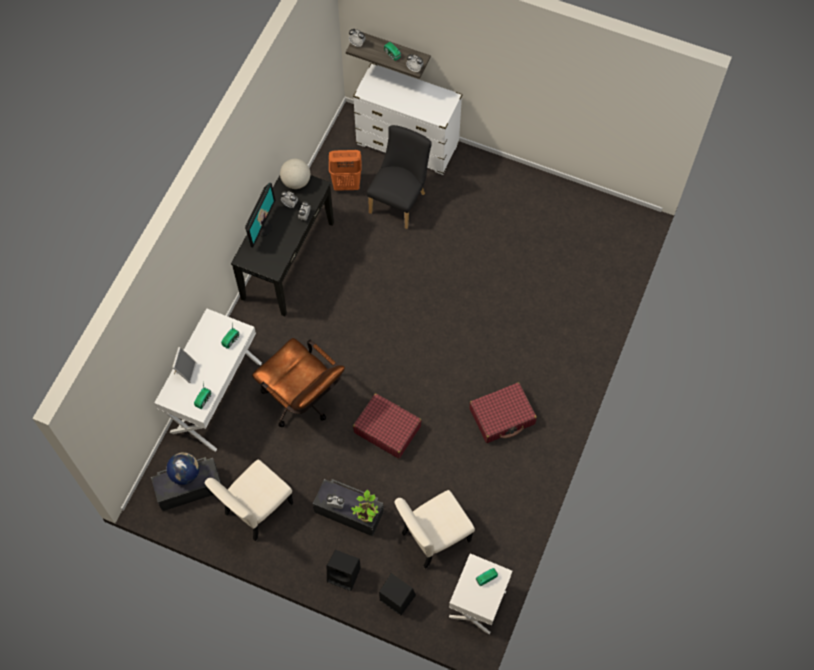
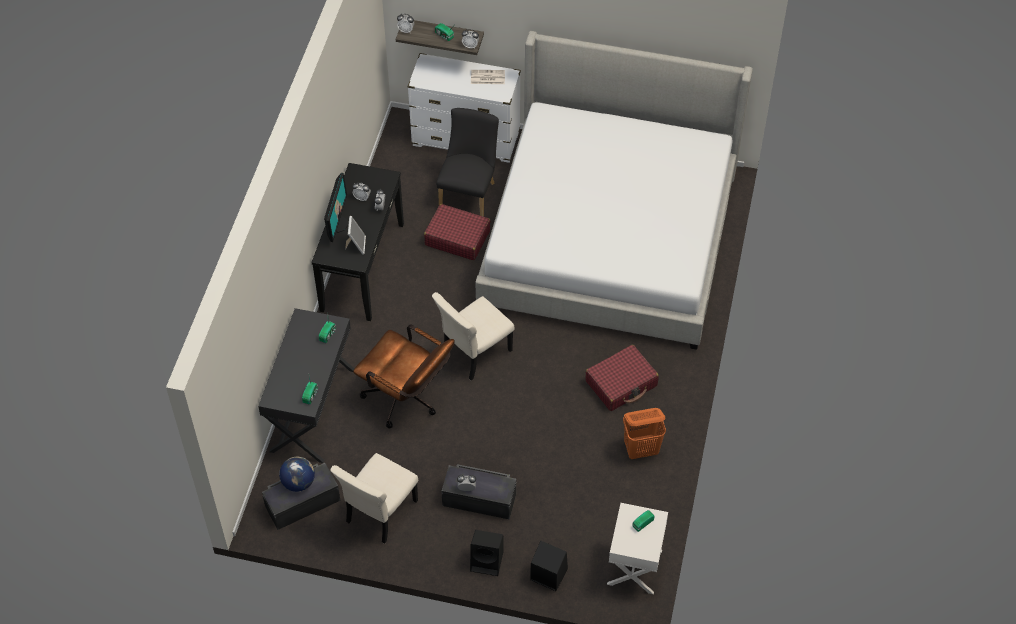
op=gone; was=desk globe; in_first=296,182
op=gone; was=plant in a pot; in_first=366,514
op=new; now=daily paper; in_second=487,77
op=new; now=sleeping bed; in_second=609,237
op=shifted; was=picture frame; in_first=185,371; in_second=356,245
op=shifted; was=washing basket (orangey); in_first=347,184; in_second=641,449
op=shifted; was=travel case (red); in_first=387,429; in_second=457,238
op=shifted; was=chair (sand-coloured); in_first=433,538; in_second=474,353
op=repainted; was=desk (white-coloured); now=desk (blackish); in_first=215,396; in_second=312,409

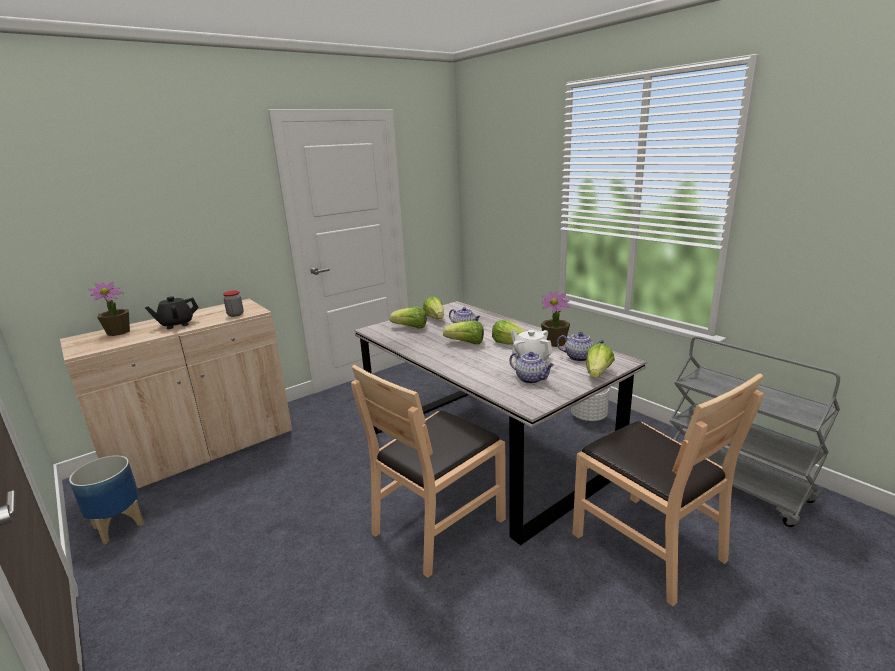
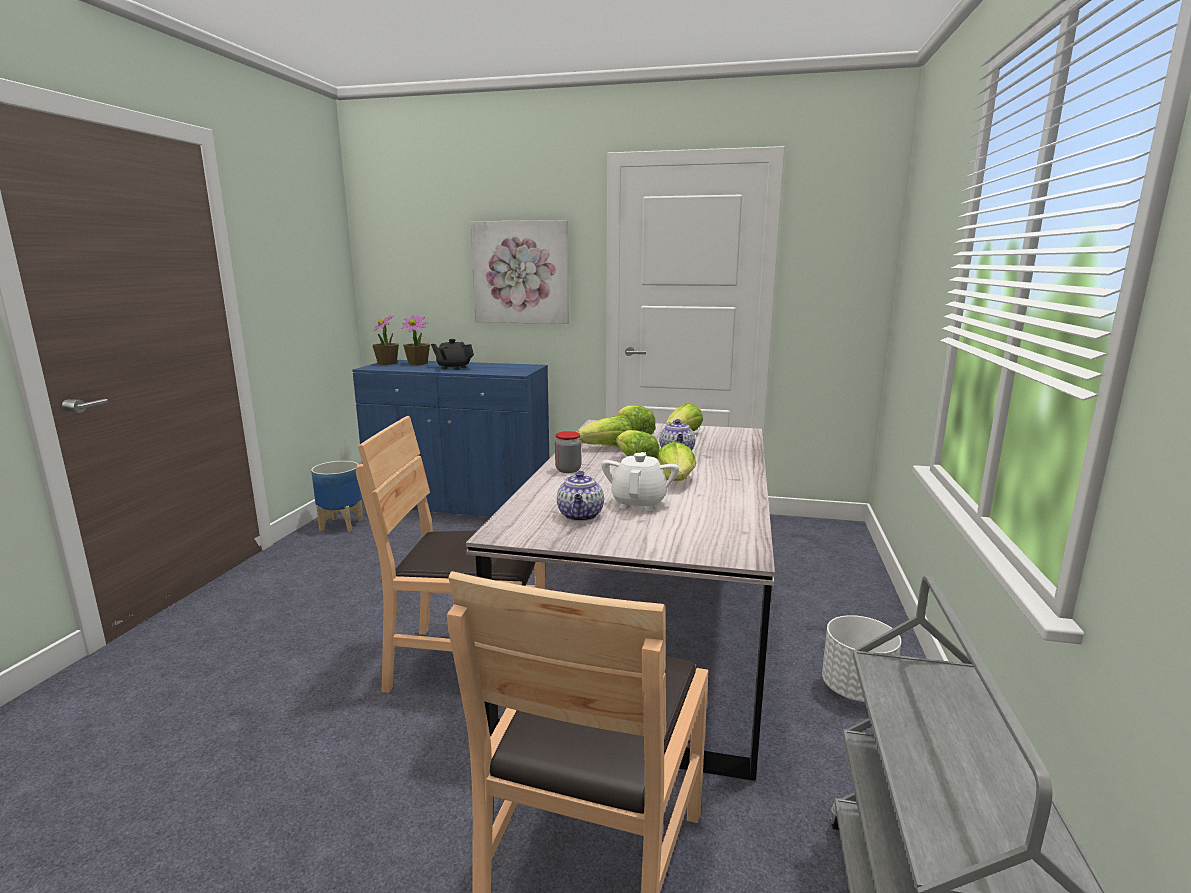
op=gone; was=teapot; in_first=580,357
op=new; now=picture; in_second=521,272
op=shifted; was=jar; in_first=235,314; in_second=568,470
op=shifted; was=plant in a pot; in_first=555,343; in_second=387,363
op=shifted; was=head of lettuce; in_first=597,374; in_second=608,448
op=repainted; was=cabinet (sand-coloured); now=cabinet (blue-coloured); in_first=203,449; in_second=460,504

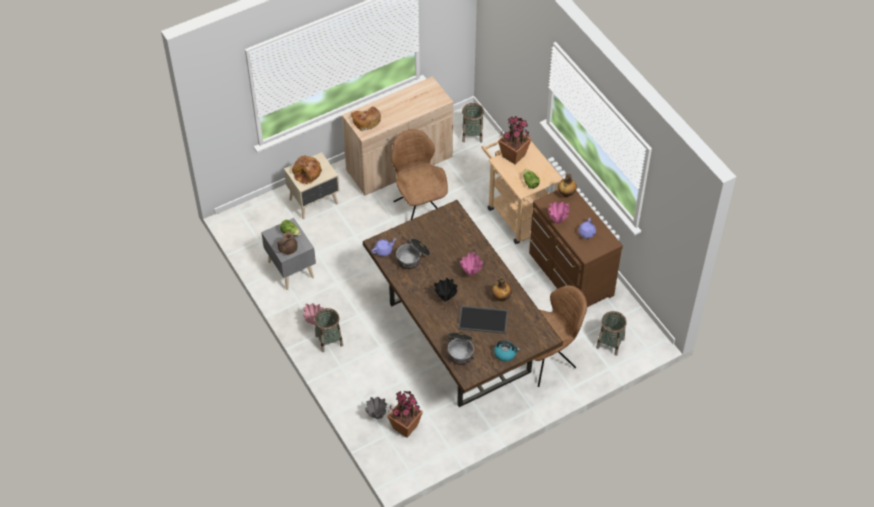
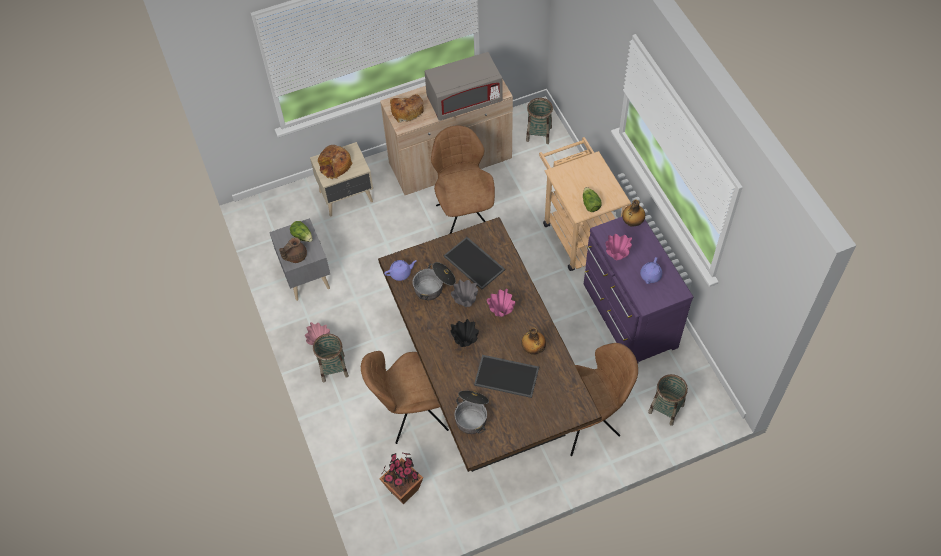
op=gone; was=kettle; in_first=505,353
op=gone; was=plant in a pot; in_first=513,155
op=new; now=chair (brown-coloured); in_second=413,414
op=new; now=microwave oven (grey); in_second=464,100
op=new; now=serving tray; in_second=475,263
op=shifted; was=decorative vase (grey); in_first=377,416; in_second=465,303
op=repainted; was=drawer chest (brown-coloured); now=drawer chest (purple-coloured); in_first=569,275; in_second=628,316

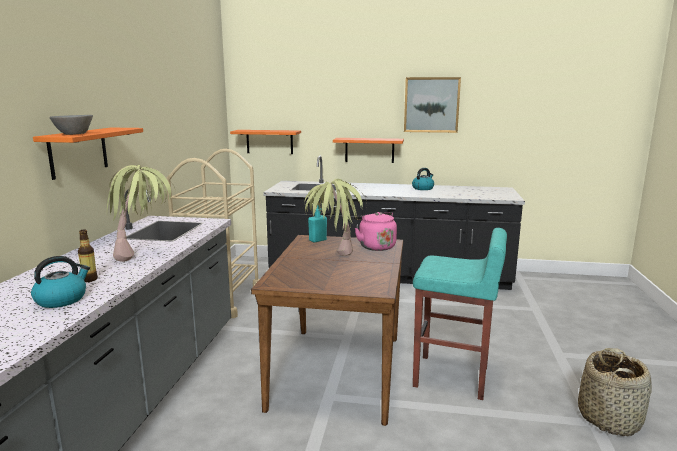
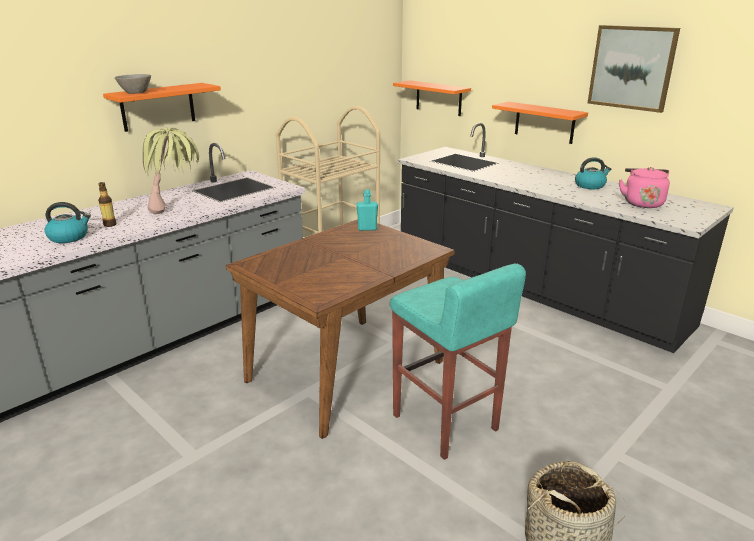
op=gone; was=plant in a pot; in_first=334,260
op=shifted; was=kettle (pinkish); in_first=375,246; in_second=642,203

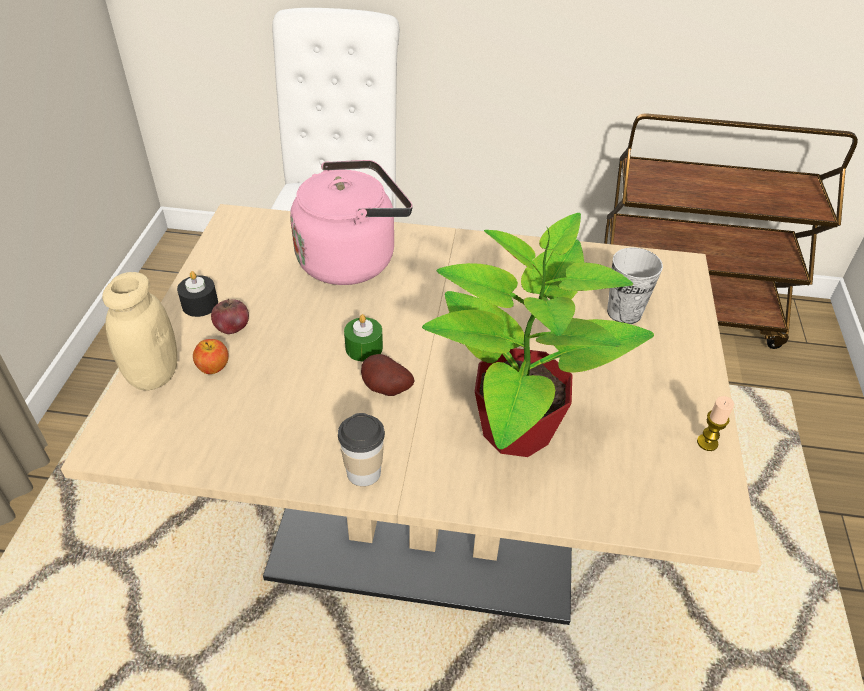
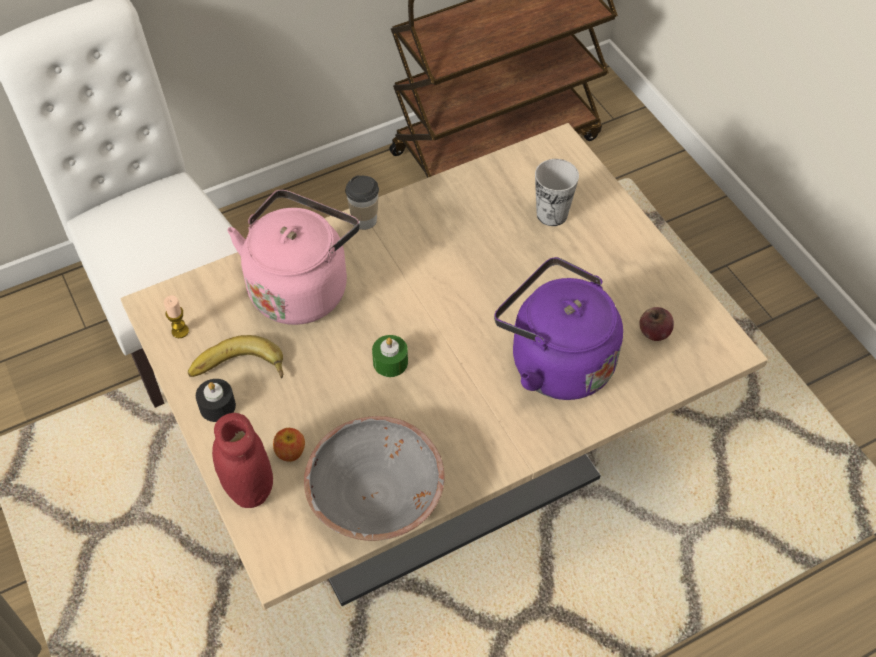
op=gone; was=potato; in_first=385,390
op=new; now=banana fruit; in_second=238,371
op=new; now=serving bowl (grey); in_second=376,496
op=shifted; was=apple fruit; in_first=232,328; in_second=654,332
op=shifted; was=small cup; in_first=363,472; in_second=364,220
op=shifted; was=candle; in_first=707,443; in_second=180,331
op=swapped; was=plant in a pot; now=kettle (purple-coloured); in_first=514,430; in_second=555,361
op=repainted; was=jar (sand-coloured); now=jar (red); in_first=153,374; in_second=249,488

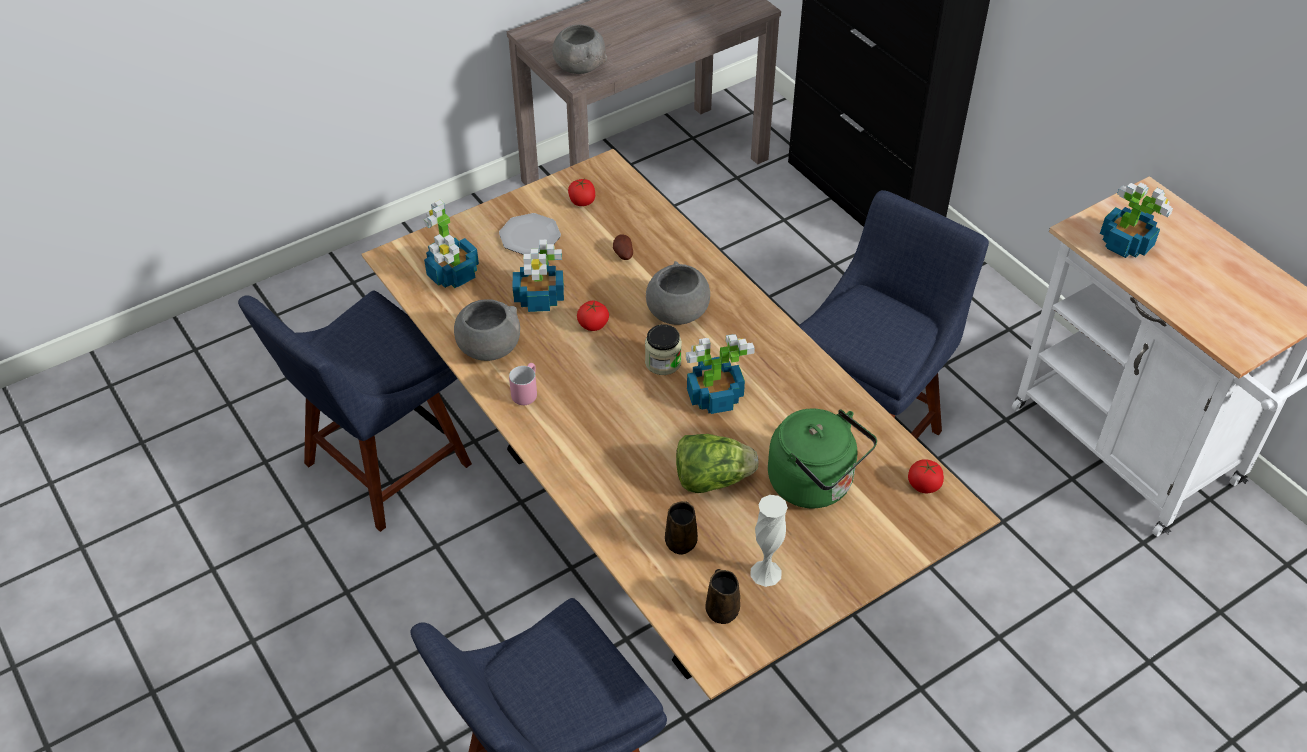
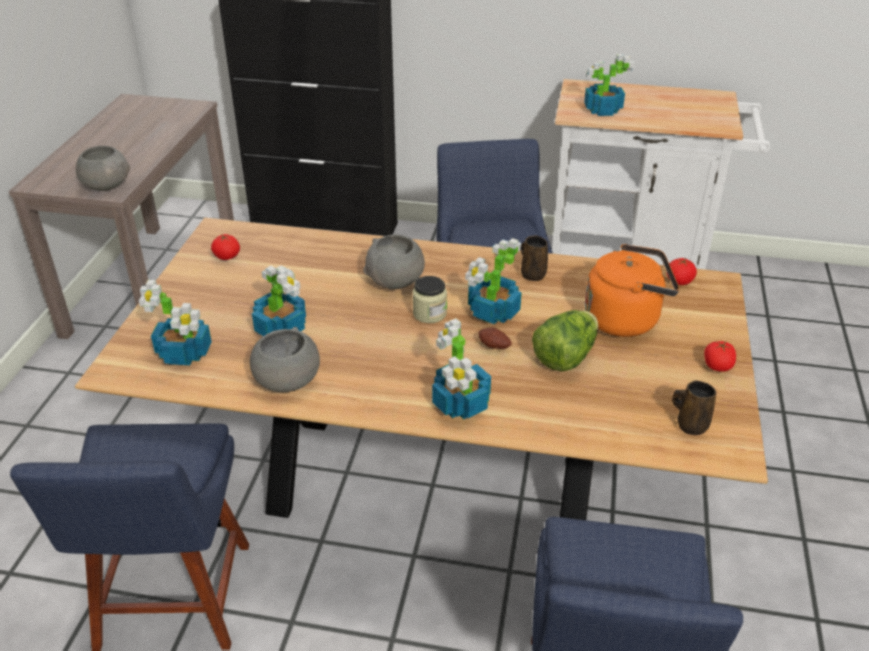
op=gone; was=plate; in_first=530,236
op=gone; was=coffee mug (pinkish); in_first=525,392
op=gone; was=decorative vase (white-coloured); in_first=766,573
op=new; now=plant in a pot; in_second=461,404
op=shifted; was=fresh tomato; in_first=593,325; in_second=717,366
op=shifted; was=potato; in_first=622,254; in_second=493,347
op=shifted; was=coffee mug (brown-coloured); in_first=681,541; in_second=532,274
op=repainted; was=kettle (green); now=kettle (orangey); in_first=815,484; in_second=626,319

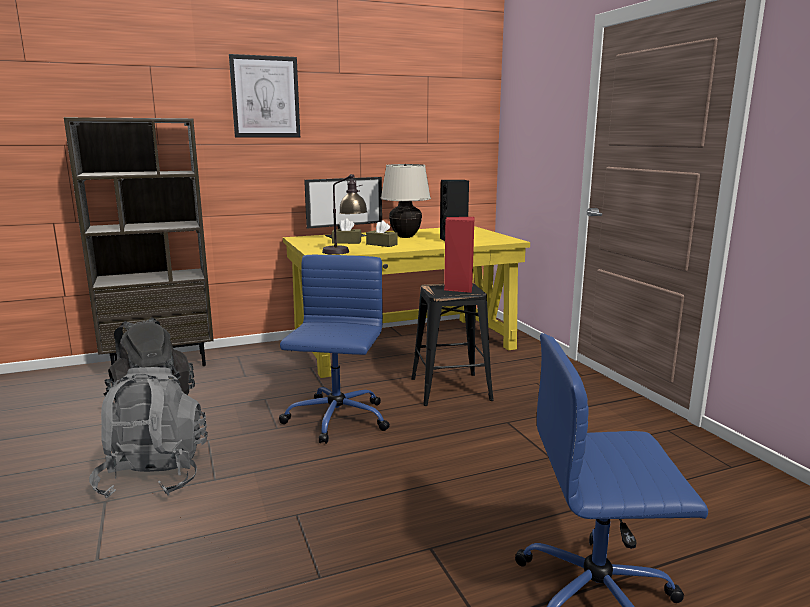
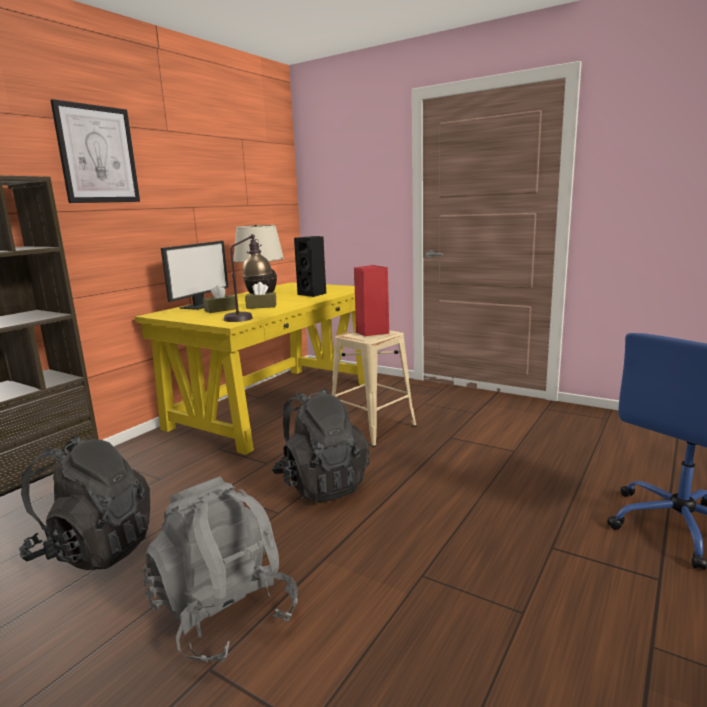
op=swapped; was=office chair (blue-coloured); now=knapsack (blackish); in_first=336,420; in_second=321,484
op=repainted; was=sitting stool (blackish); now=sitting stool (sand-coloured); in_first=450,389; in_second=372,427

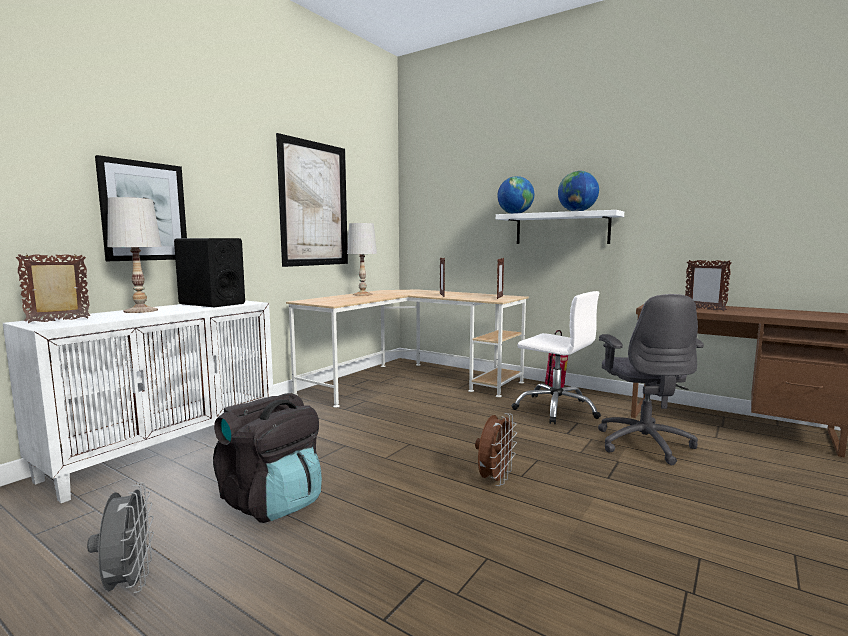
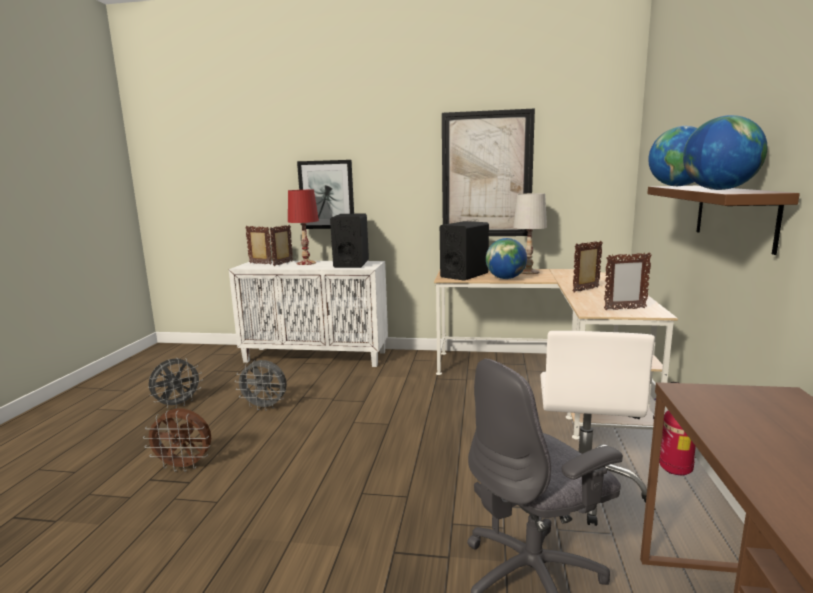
op=new; now=loudspeaker (blackish); in_second=464,275
op=new; now=desk globe; in_second=505,278
op=shifted; was=electric fan (brown-coloured); in_first=495,480; in_second=185,466
op=shifted; was=picture frame; in_first=704,309; in_second=283,263
op=swapped; was=knapsack (blackish); now=electric fan (grey); in_first=272,502; in_second=265,407
op=repainted; was=lamp for a table (white-coloured); now=lamp for a table (red); in_first=140,311; in_second=306,263
op=repainted; was=wall shelf (white-coloured); now=wall shelf (brown-coloured); in_first=561,228; in_second=734,215

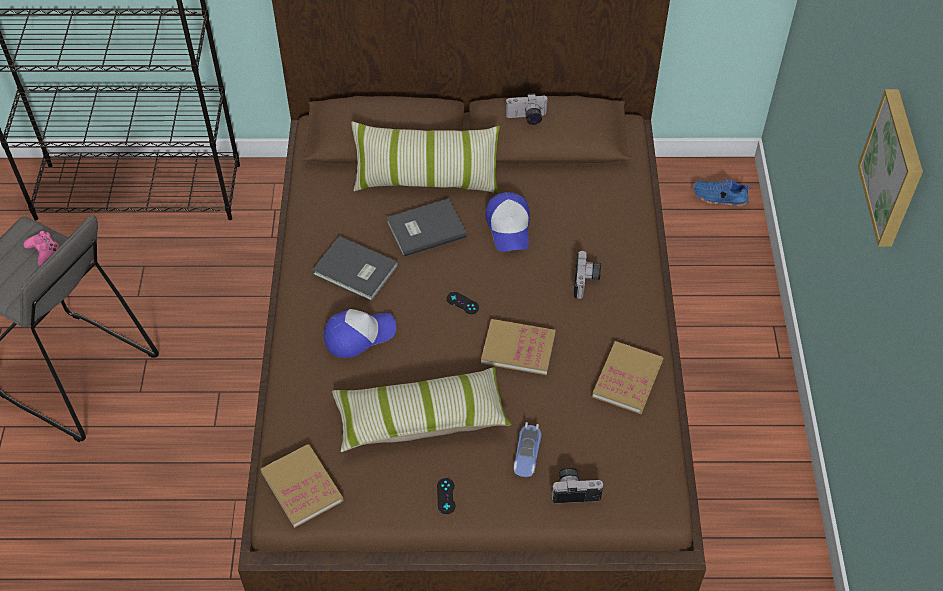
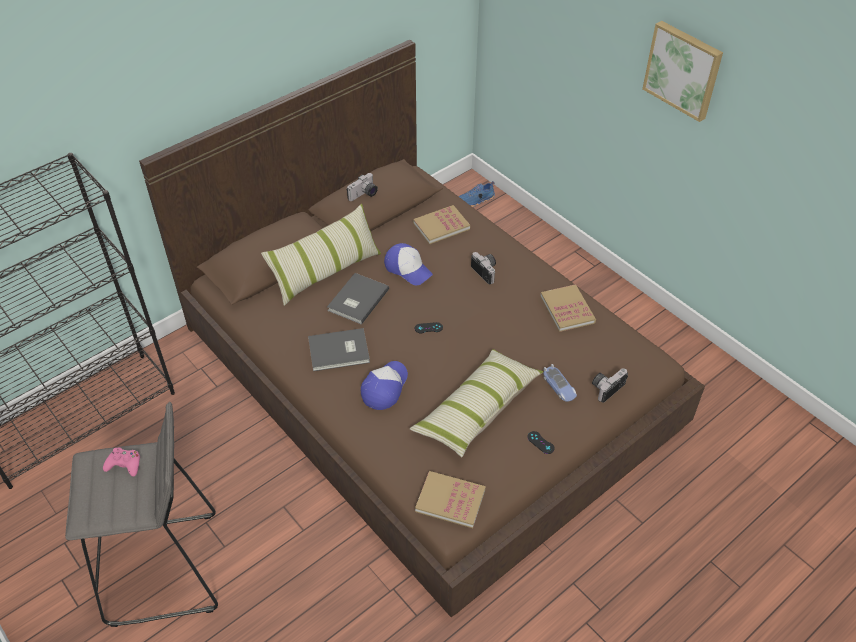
op=shifted; was=bound book; in_first=518,348; in_second=441,226

